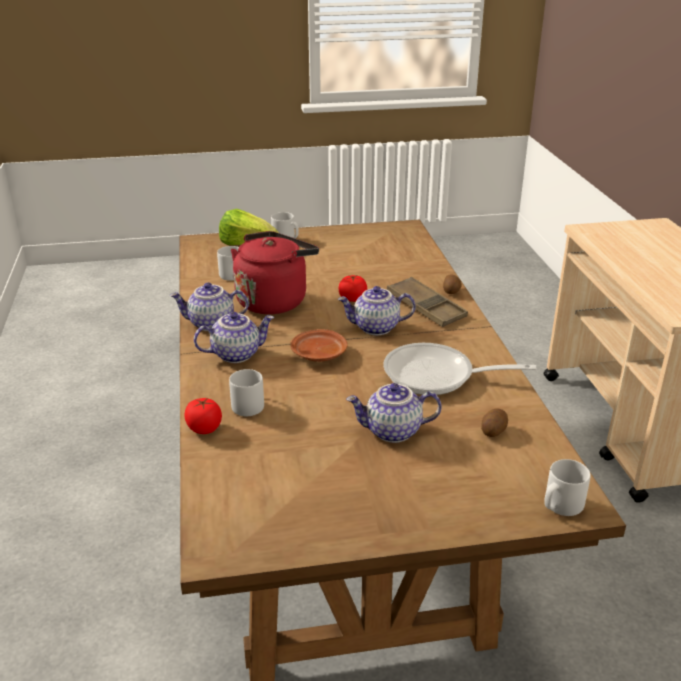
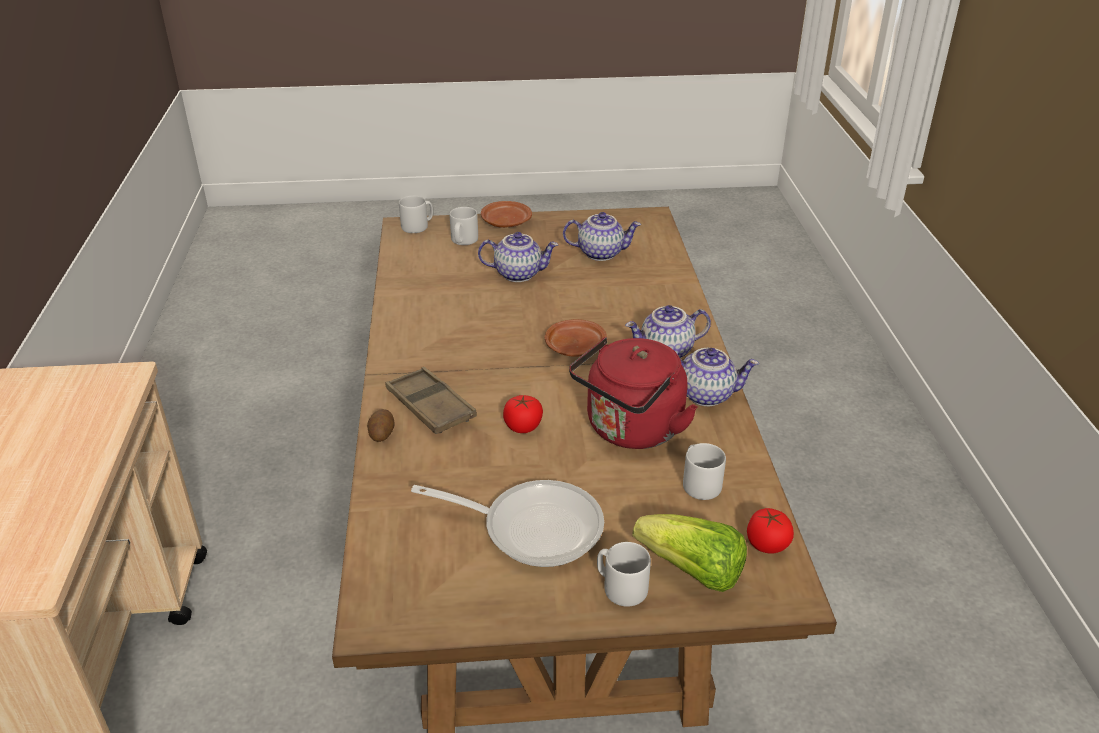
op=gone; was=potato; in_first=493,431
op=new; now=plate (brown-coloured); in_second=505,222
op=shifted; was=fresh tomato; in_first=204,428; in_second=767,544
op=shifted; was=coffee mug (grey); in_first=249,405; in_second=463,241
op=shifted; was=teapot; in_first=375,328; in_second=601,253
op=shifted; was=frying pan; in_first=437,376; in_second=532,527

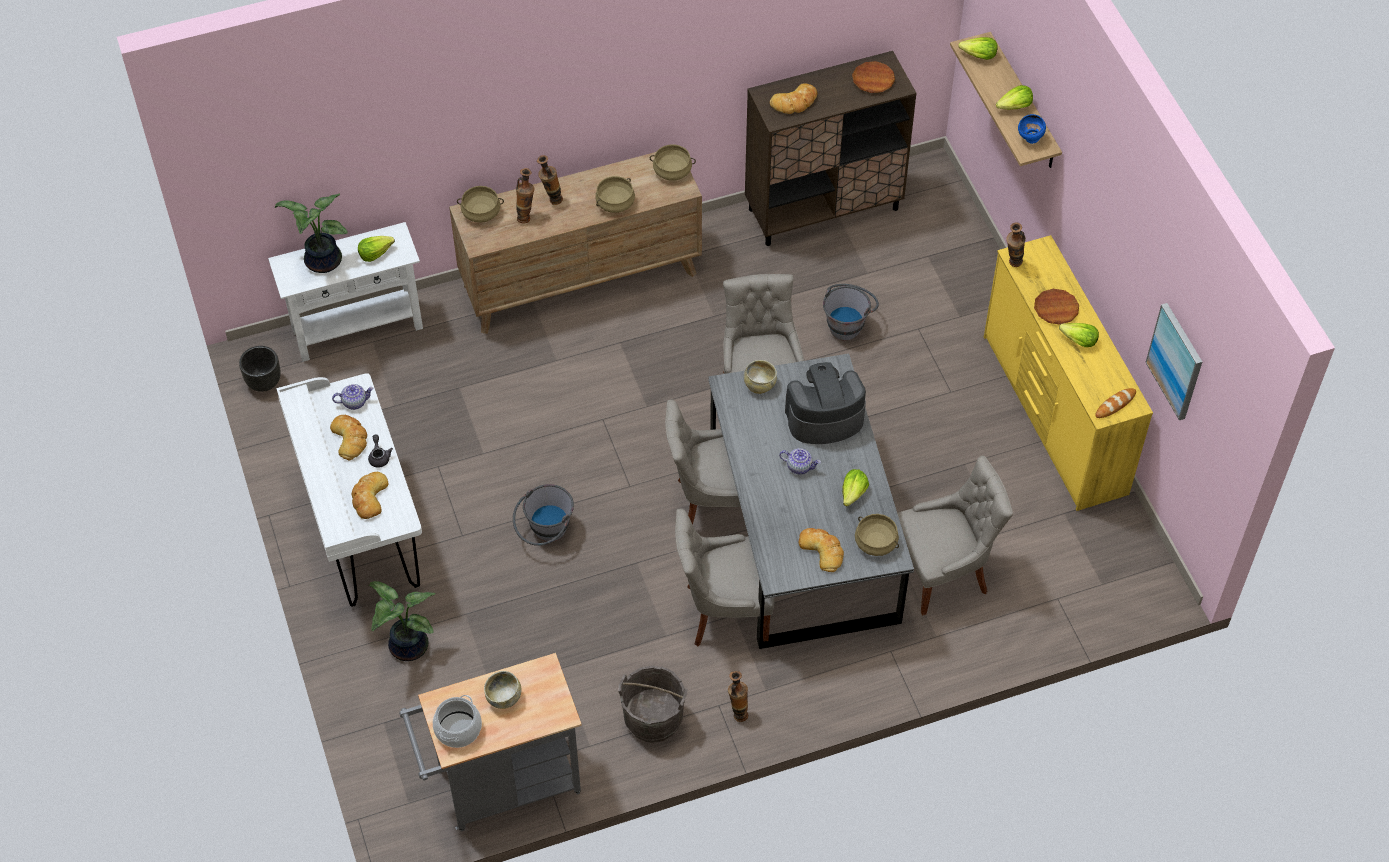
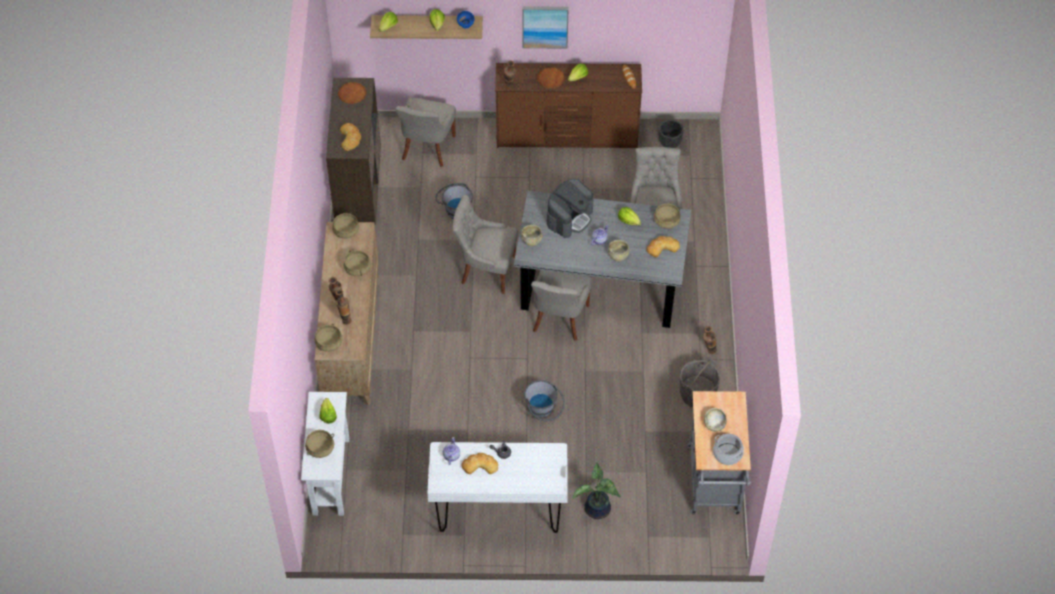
op=gone; was=bakery bread; in_first=369,497
op=new; now=serving bowl (sand-coloured); in_second=618,256
op=shifted; was=planter (blackish); in_first=264,382; in_second=669,143
op=shifted; was=chair (grey); in_first=724,612; in_second=427,148
op=shifted; was=picture; in_first=1176,361; in_second=545,26
op=swapped; was=plant in a pot; now=saucepot (sand-coloured); in_first=321,262; in_second=320,448
op=repainted; was=drawer chest (yellow); now=drawer chest (brown-coloured); in_first=1053,415; in_second=567,135
op=rotated; was=coffee machine; in_first=824,418; in_second=569,217; clockwise=-150

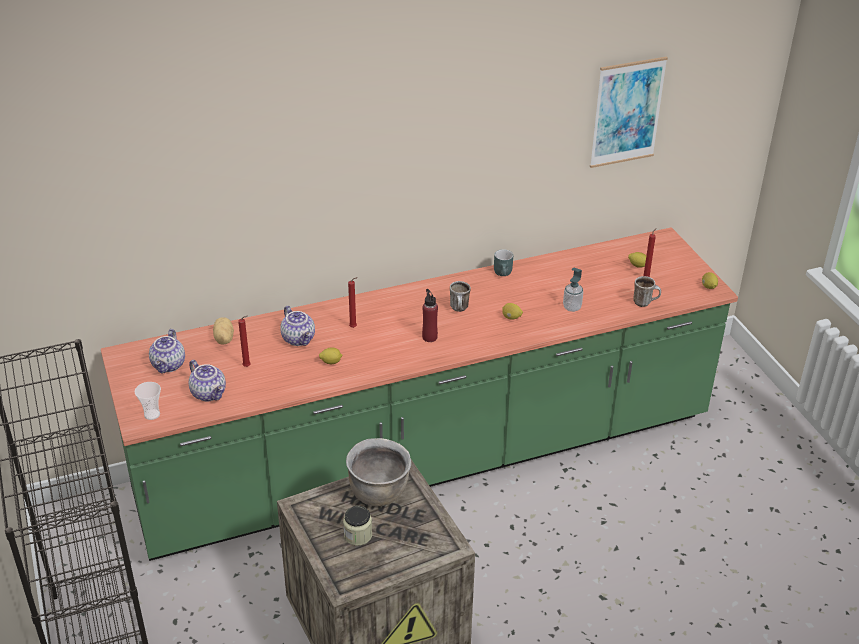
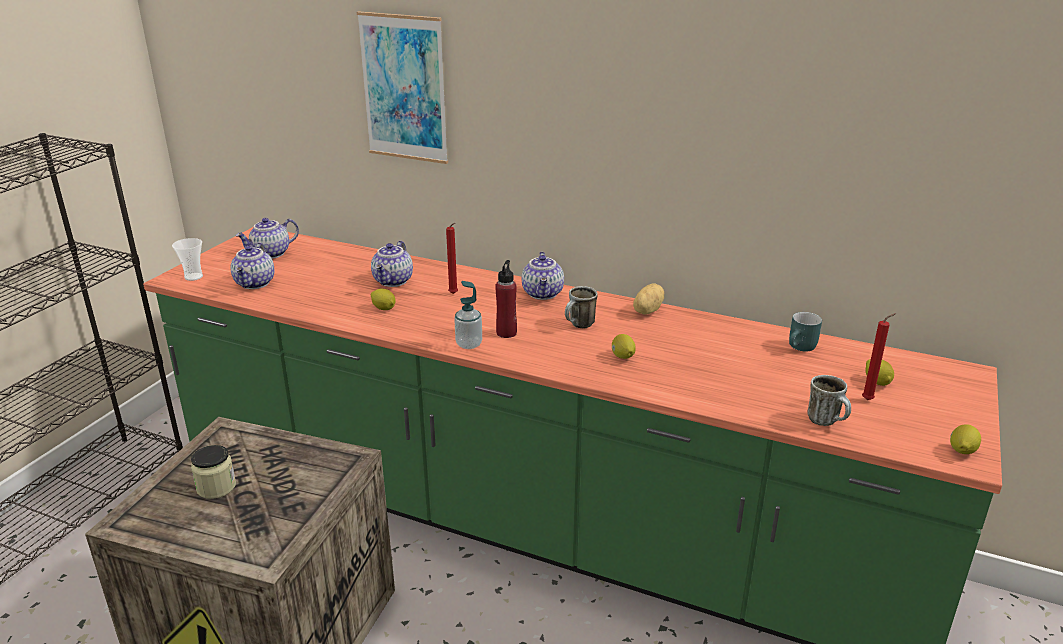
op=gone; was=candle (red); in_first=248,366
op=gone; was=saucepot (brown-coloured); in_first=379,493
op=new; now=teapot; in_second=543,294
op=shifted; was=potato; in_first=223,339; in_second=646,311
op=shifted; was=coffee mug (blue-green); in_first=504,273; in_second=801,348
op=shifted; was=liquid soap bottle; in_first=572,307; in_second=469,344
op=shifted; was=picture; in_first=627,112; in_second=404,88

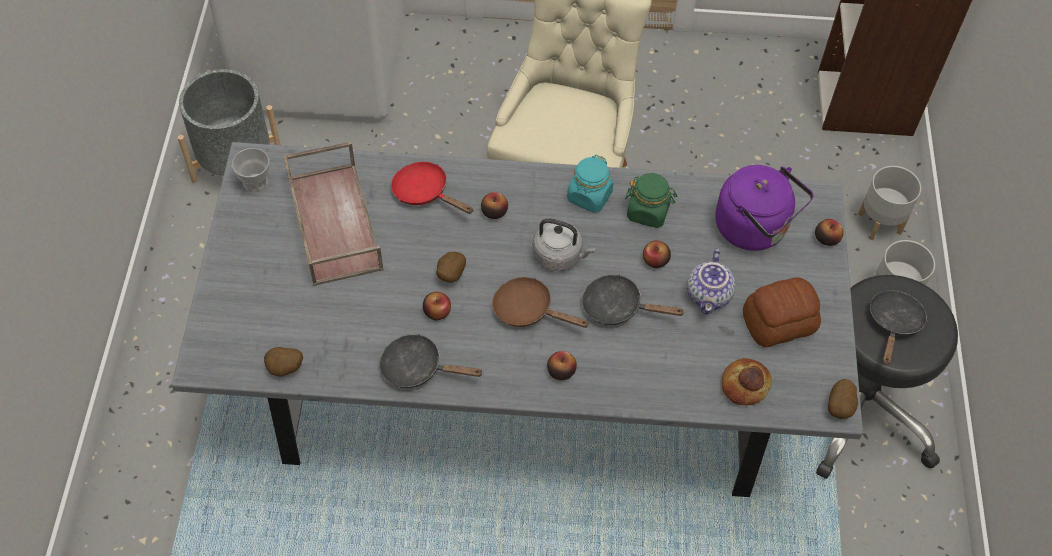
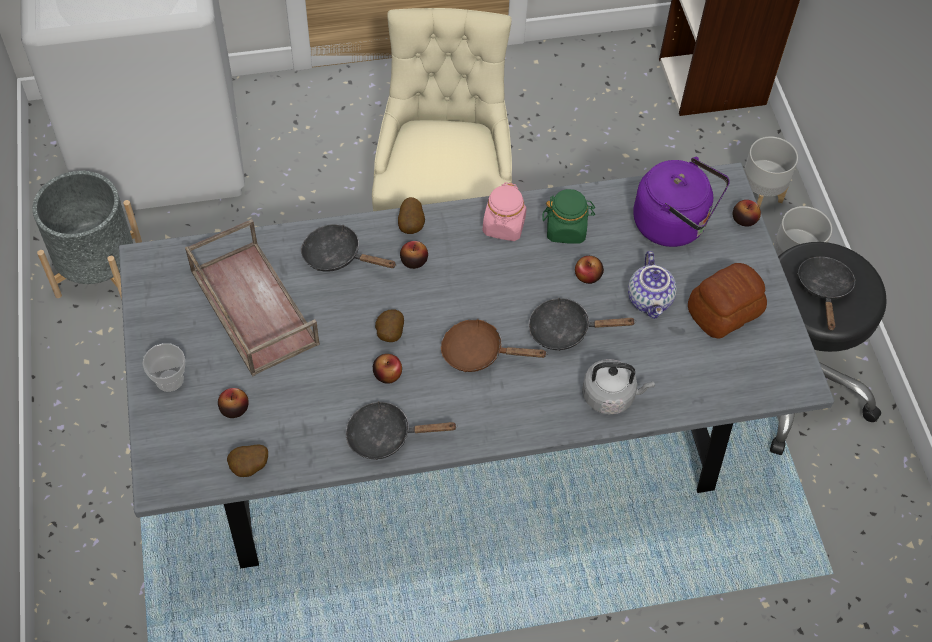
op=gone; was=bakery bread; in_first=744,385
op=shifted; was=small cup; in_first=255,182; in_second=169,379
op=shifted; was=kettle (grey); in_first=559,256; in_second=611,396
op=shifted; was=apple fruit; in_first=561,371; in_second=234,408
op=shifted; was=potato; in_first=840,407; in_second=411,225
op=repainted; was=frying pan (red); now=frying pan (blackish); in_first=425,192; in_second=337,256
op=repainted; was=jar (blue-green); now=jar (pinkish); in_first=589,196; in_second=504,226

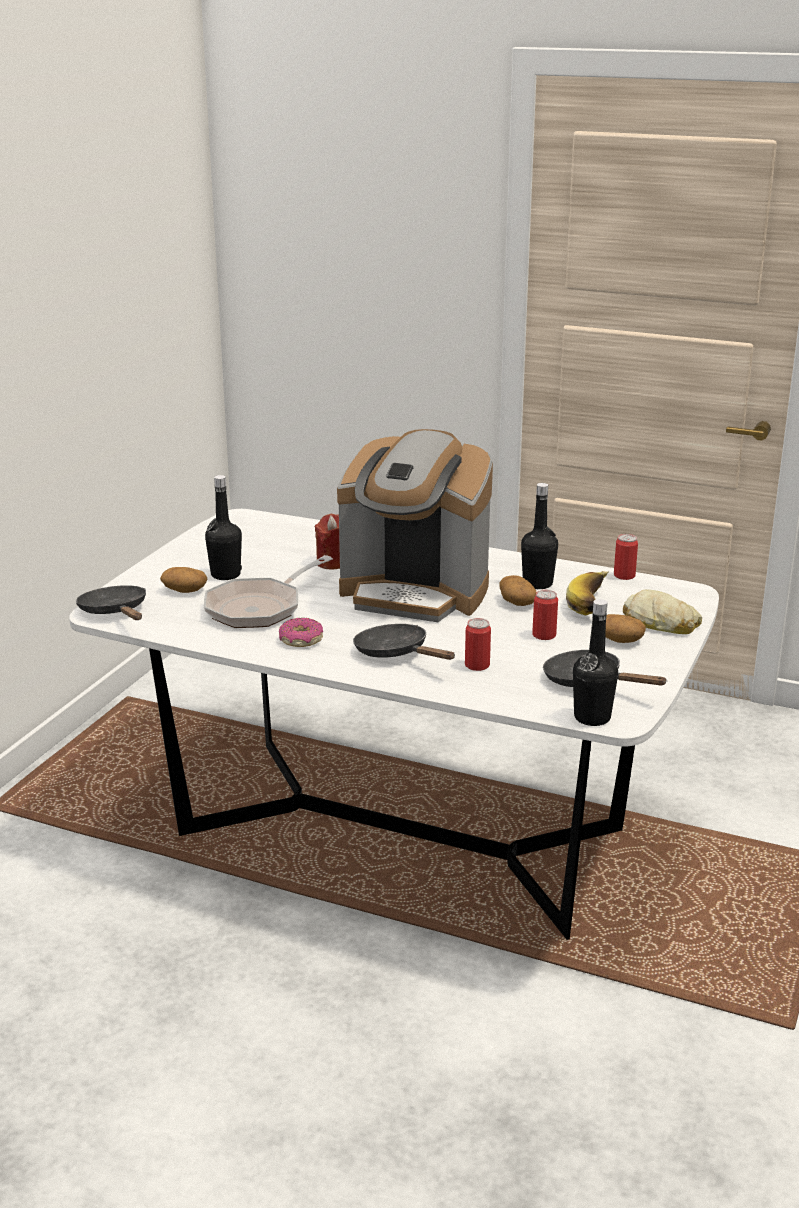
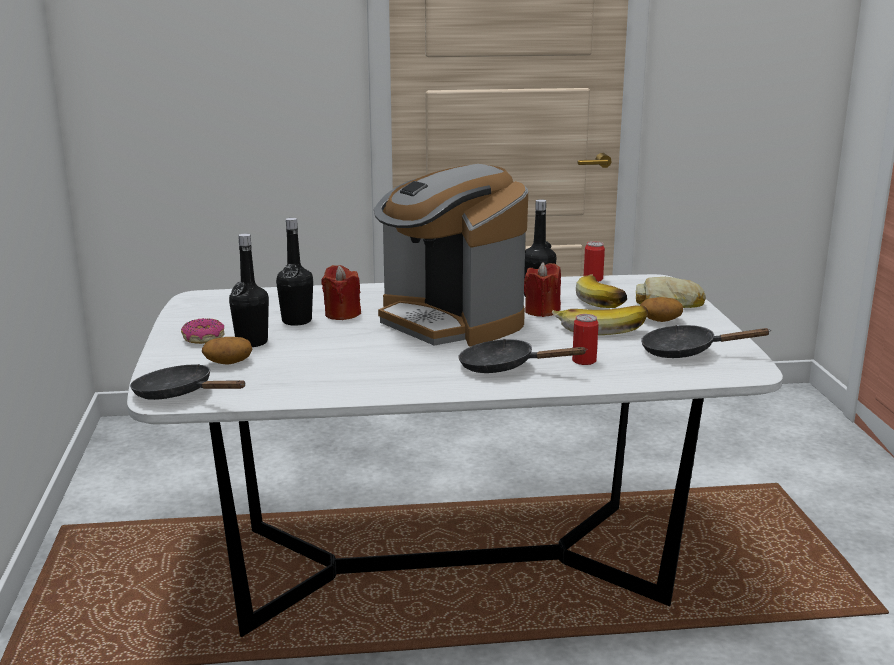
op=gone; was=frying pan; in_first=259,607
op=shifted; was=donut; in_first=300,640; in_second=203,339
op=shifted; was=bottle (blackish); in_first=592,717; in_second=296,321
op=swapped; was=potato; now=candle (red); in_first=516,602; in_second=542,311
op=swapped; was=can; now=banana fruit; in_first=544,635; in_second=600,329
op=rotated; was=coffee machine; in_first=415,593; in_second=450,322; clockwise=60

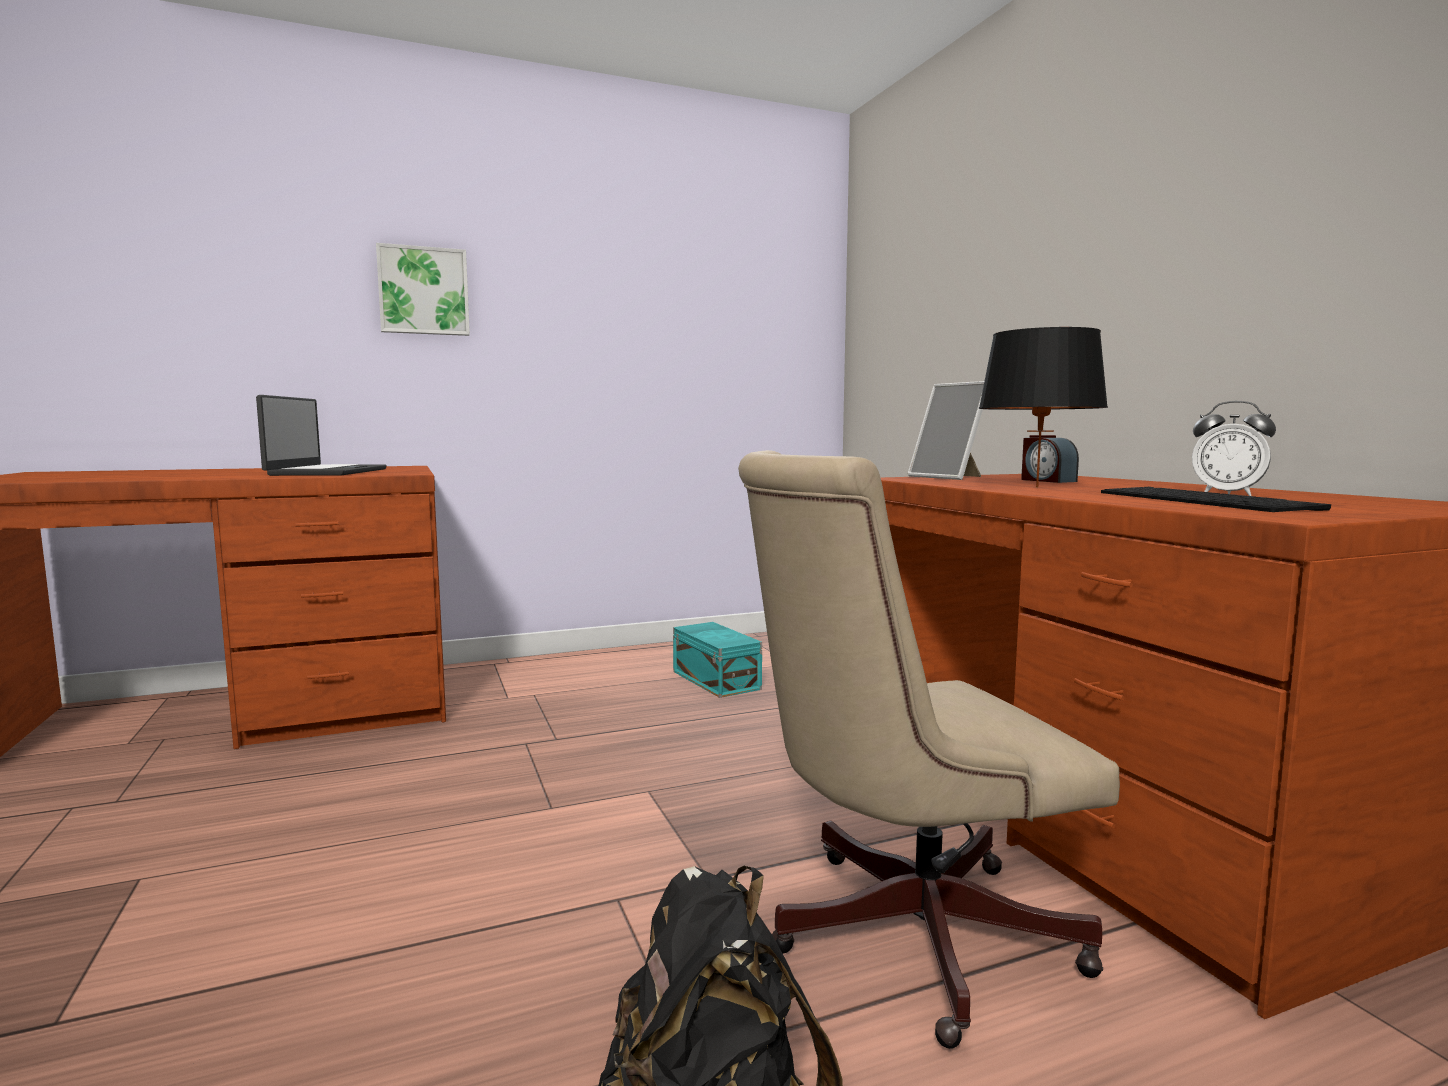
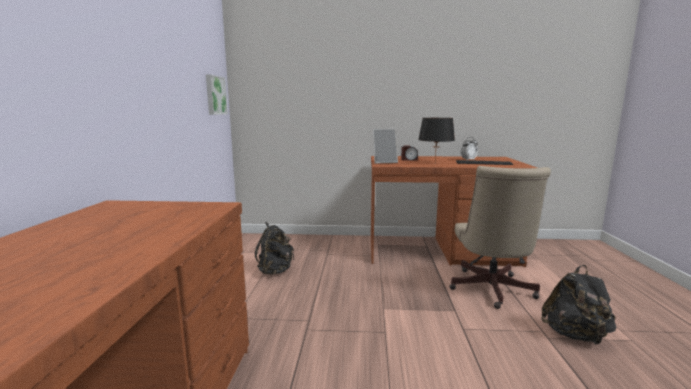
op=gone; was=notebook computer; in_first=327,472
op=shifted; was=picture; in_first=423,291; in_second=215,95
op=swapped; was=storage bin (blue-green); now=knapsack (blackish); in_first=716,679; in_second=275,270

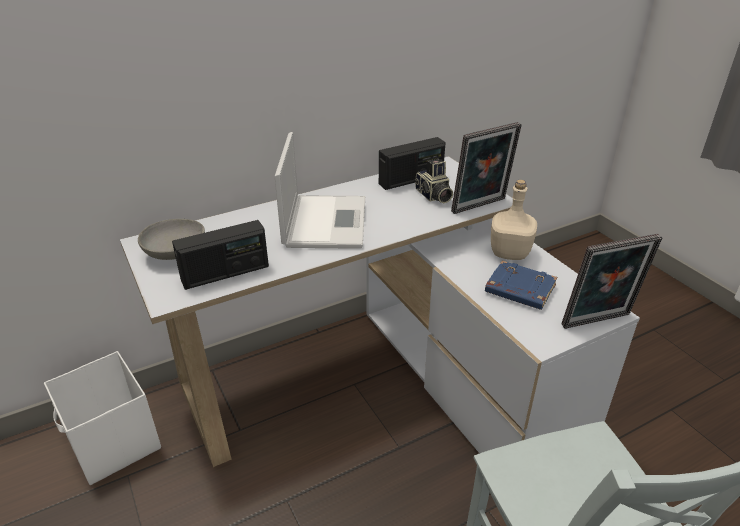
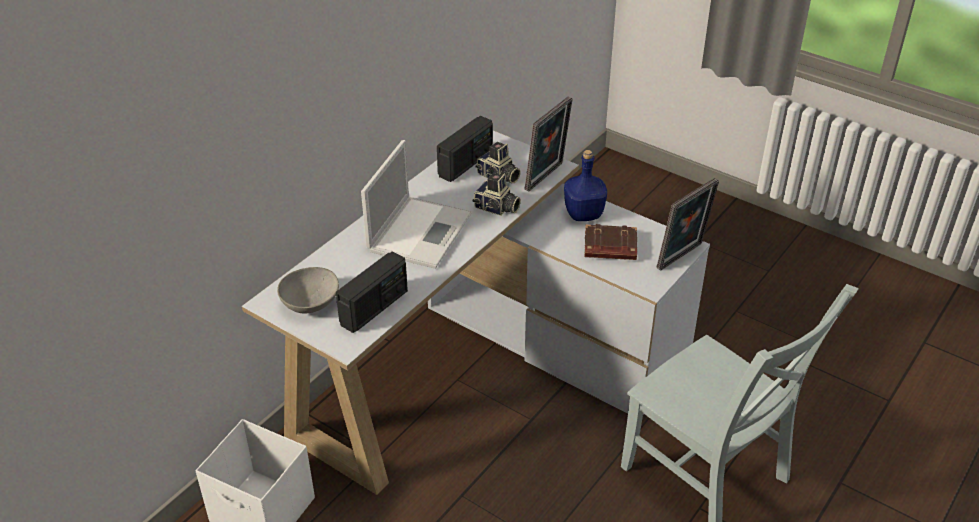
op=new; now=still camera; in_second=496,208
op=repainted; was=bound book (blue-coloured); now=bound book (brown-coloured); in_first=518,290; in_second=609,247
op=repainted; was=bottle (sand-coloured); now=bottle (blue-coloured); in_first=510,253; in_second=584,214
op=rotated; was=notebook computer; in_first=325,221; in_second=420,231; clockwise=45

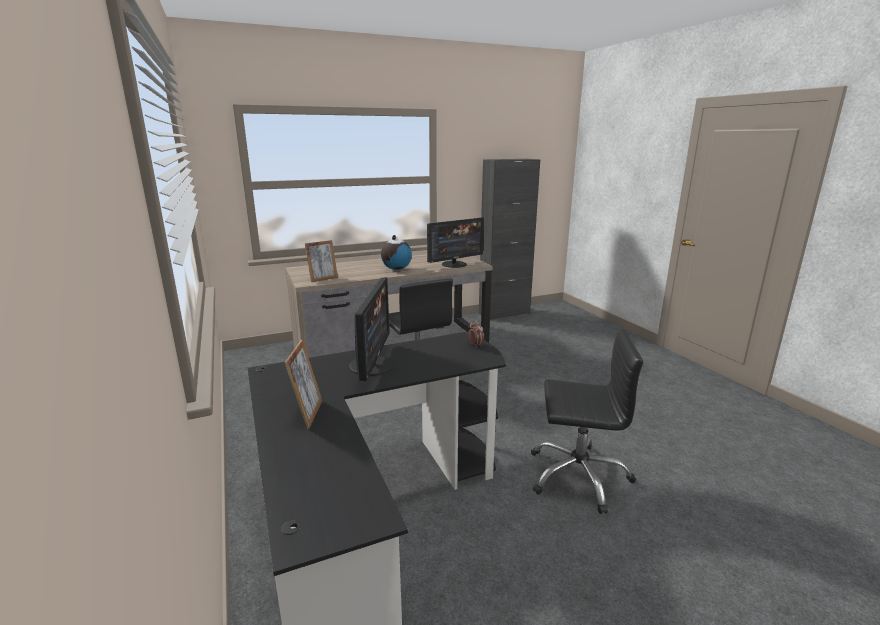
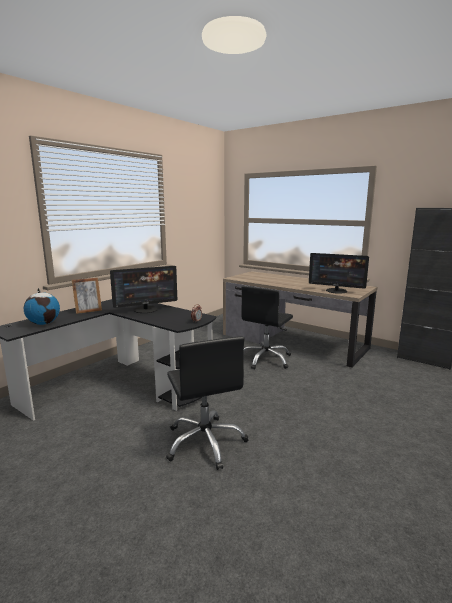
op=gone; was=picture frame; in_first=323,279
op=shifted; was=desk globe; in_first=396,269; in_second=44,323

